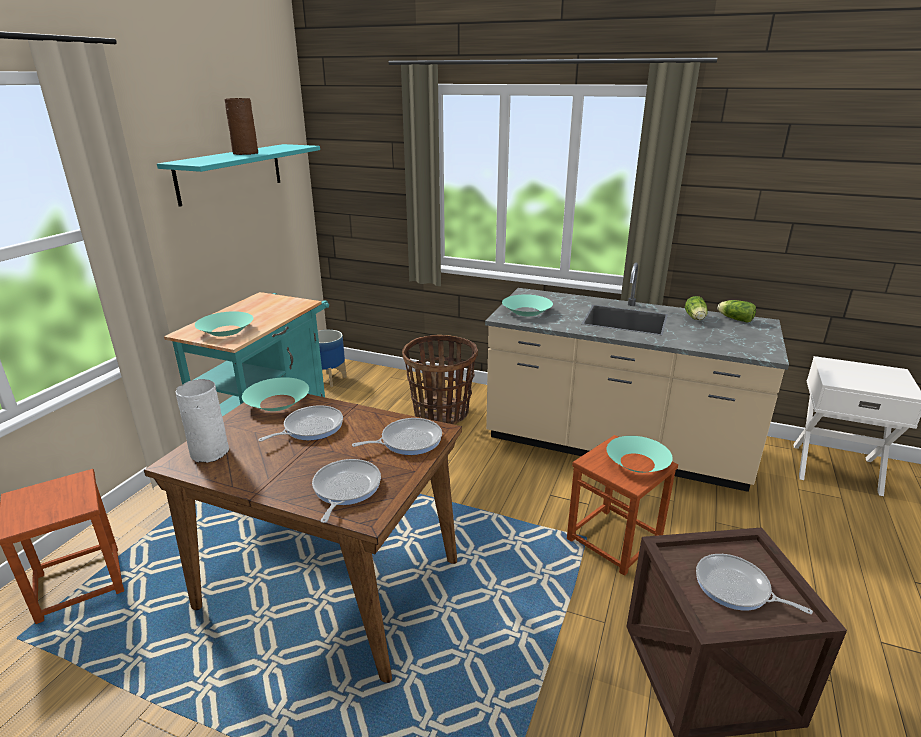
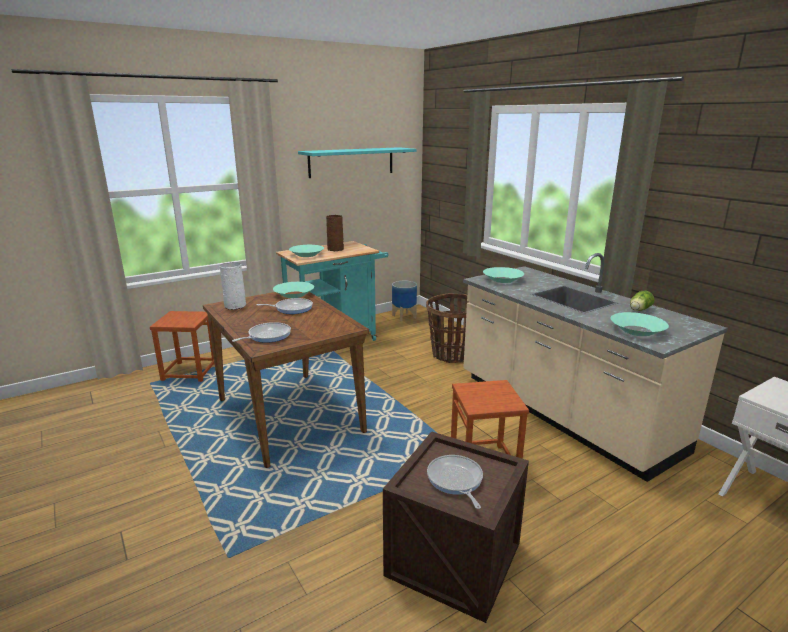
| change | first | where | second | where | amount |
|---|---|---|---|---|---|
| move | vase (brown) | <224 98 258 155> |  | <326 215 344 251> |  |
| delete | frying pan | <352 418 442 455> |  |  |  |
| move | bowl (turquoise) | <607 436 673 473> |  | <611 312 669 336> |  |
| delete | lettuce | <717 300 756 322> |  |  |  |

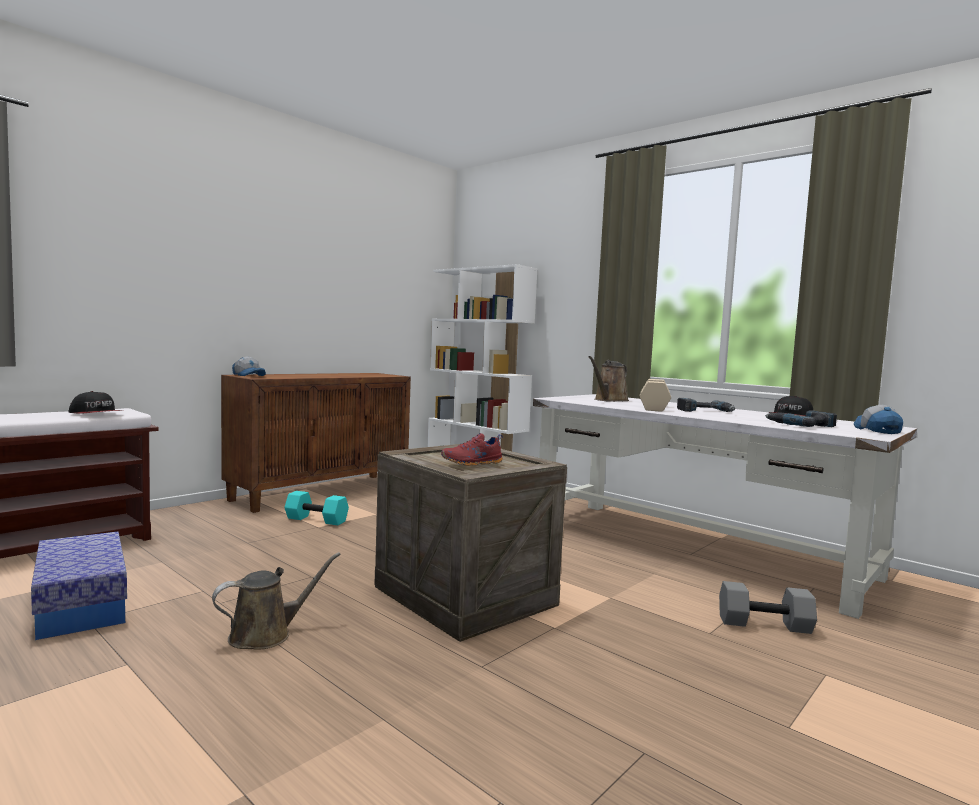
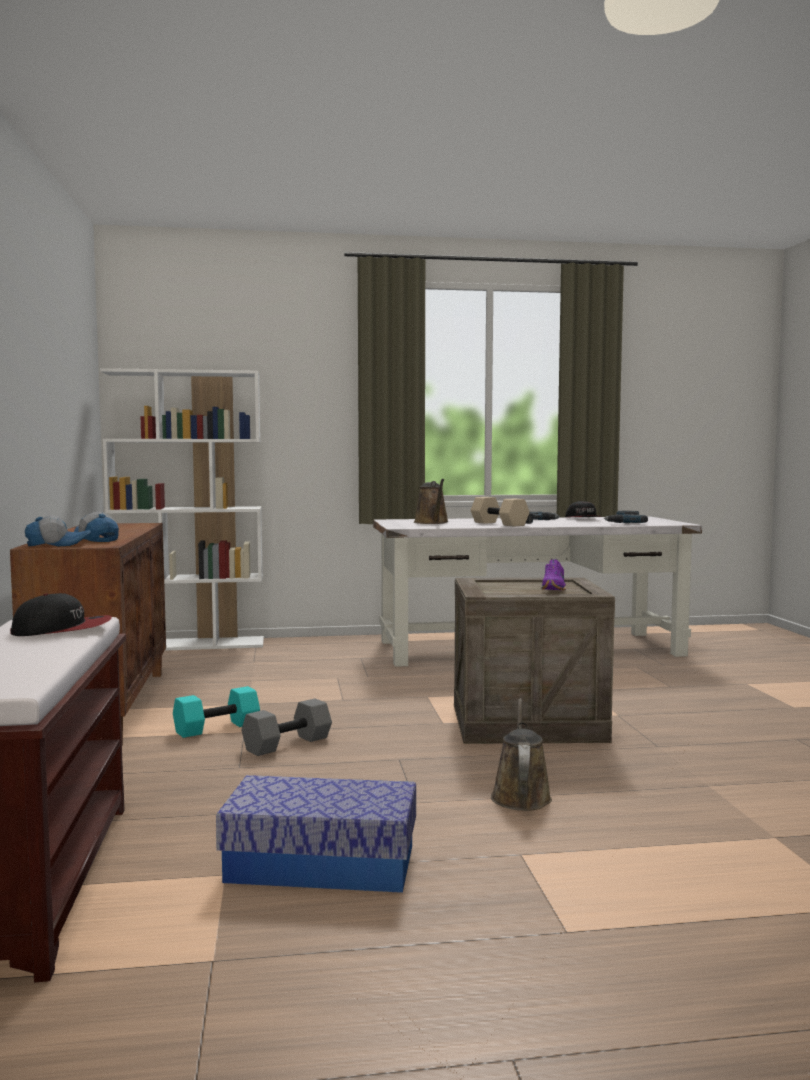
| change | first | where | second | where | amount |
|---|---|---|---|---|---|
| recolor | shoe (red) | <441 433 503 466> | shoe (purple) | <541 559 566 590> |  |
| move | dumbbell (grey) | <719 581 817 634> |  | <242 698 332 756> |  |
| move | cap | <854 405 903 434> |  | <74 512 119 542> |  |

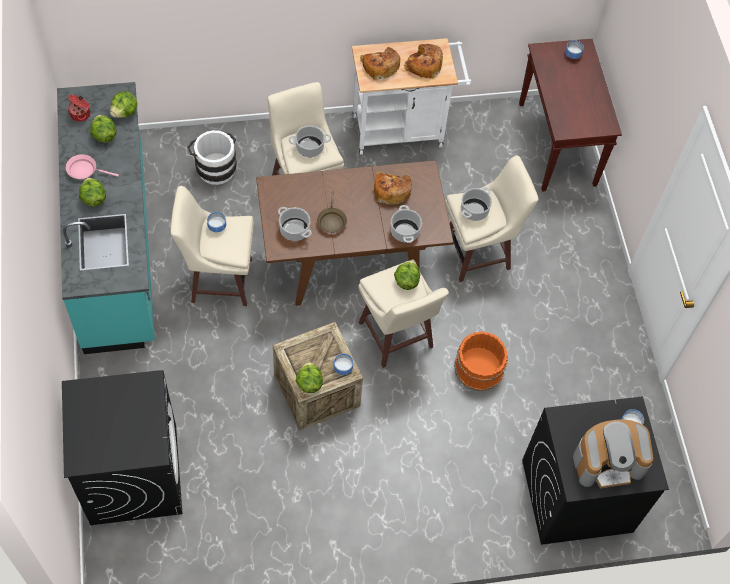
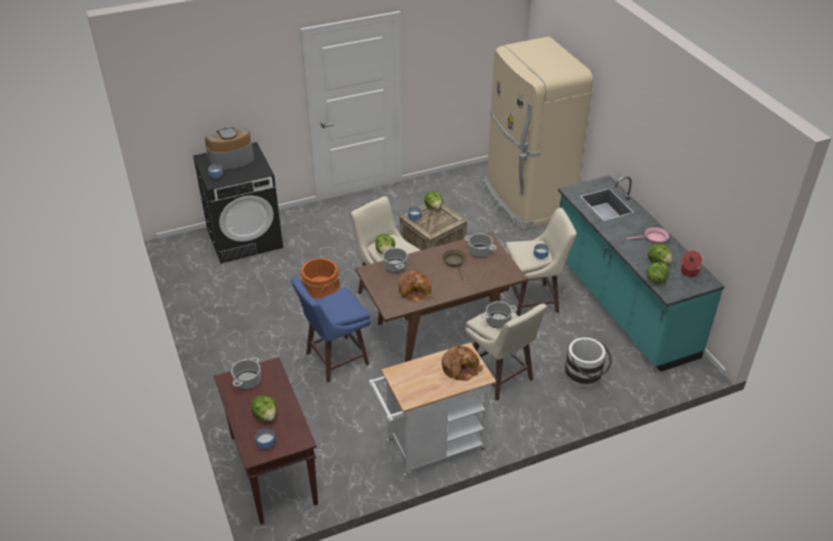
| change | first | where | second | where | amount |
|---|---|---|---|---|---|
| replace | washing machine (black) | <62 370 183 525> | fridge (beige) | <484 37 593 230> |  |
| move | lettuce | <79 178 106 206> |  | <251 395 277 421> |  |
| delete | bread | <404 44 443 79> |  |  |  |
| recolor | stool (beige) | <445 156 539 282> | stool (blue) | <291 277 371 383> |  |
| move | cooking pot | <461 187 492 221> |  | <231 357 261 390> |  |

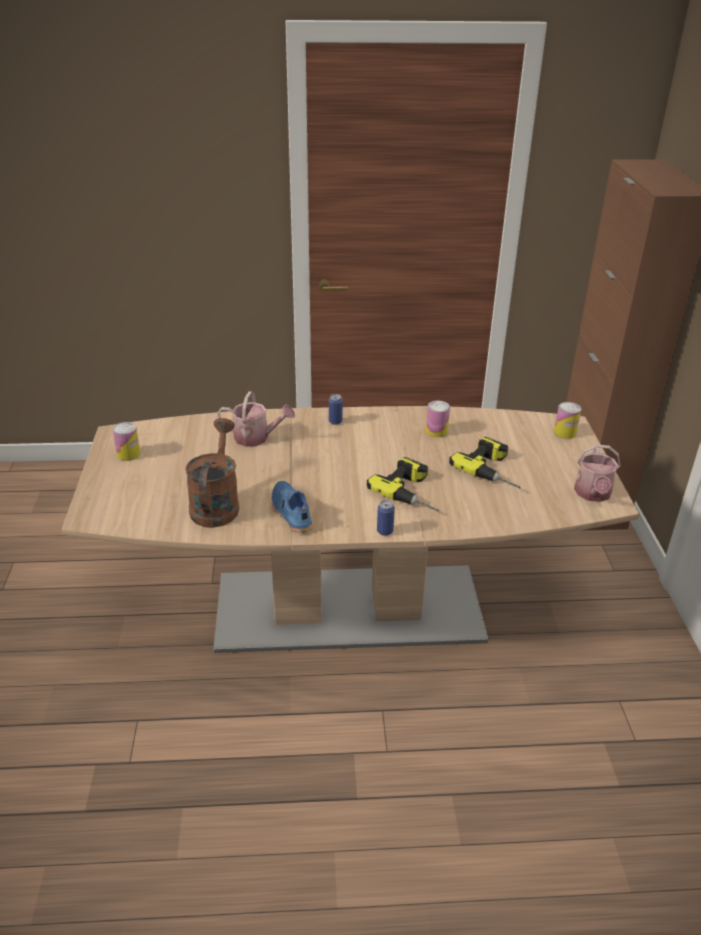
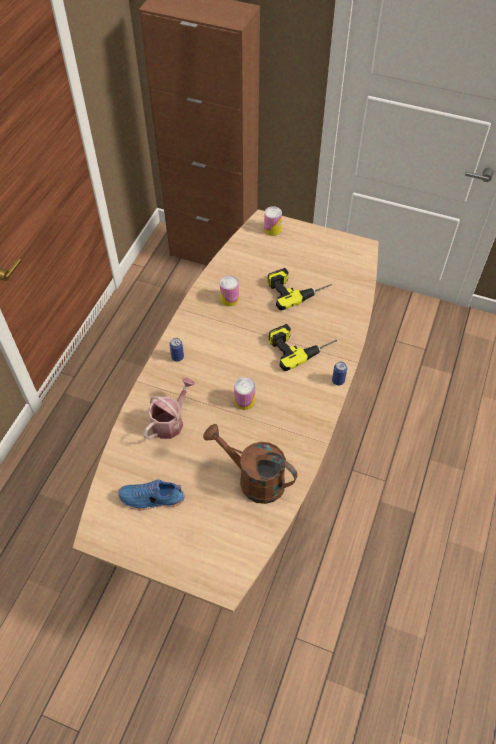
| change | first | where | second | where | amount |
|---|---|---|---|---|---|
| move | can | <112 422 140 461> |  | <234 377 255 410> |  |
| move | shoe (blue) | <271 481 313 533> |  | <118 480 185 511> |  |
| delete | watering can | <574 444 621 502> |  |  |  |

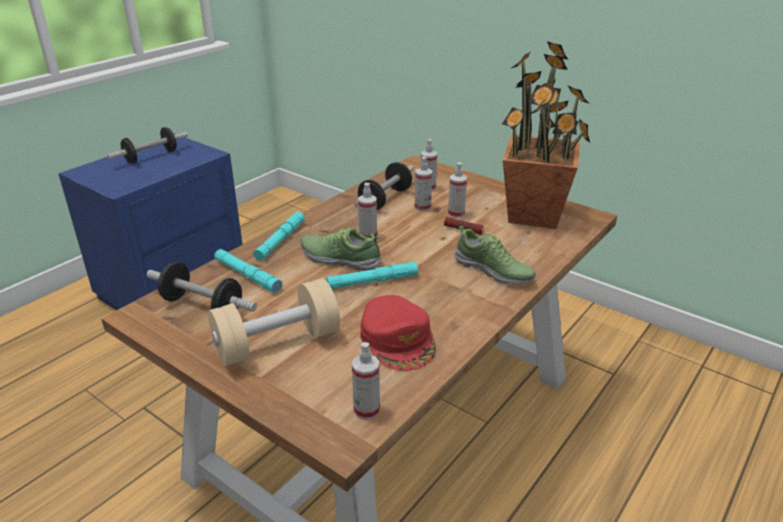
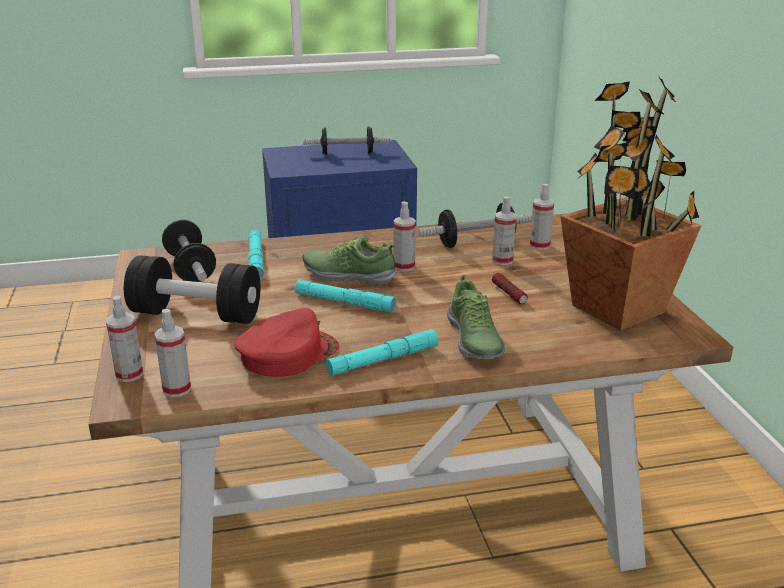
| change | first | where | second | where | amount |
|---|---|---|---|---|---|
| recolor | dumbbell (beige) | <208 278 340 366> | dumbbell (black) | <124 255 260 324> |  |
| move | flashlight (turquoise) | <253 212 305 261> |  | <326 329 439 376> |  |
| rotate | shoe | <301 226 382 271> |  | <302 236 397 285> | 45 degrees counterclockwise |
| rotate | cap (red) | <360 295 436 371> |  | <234 308 339 377> | 150 degrees counterclockwise |
| move | spray bottle | <448 162 467 218> |  | <106 296 144 382> |  |

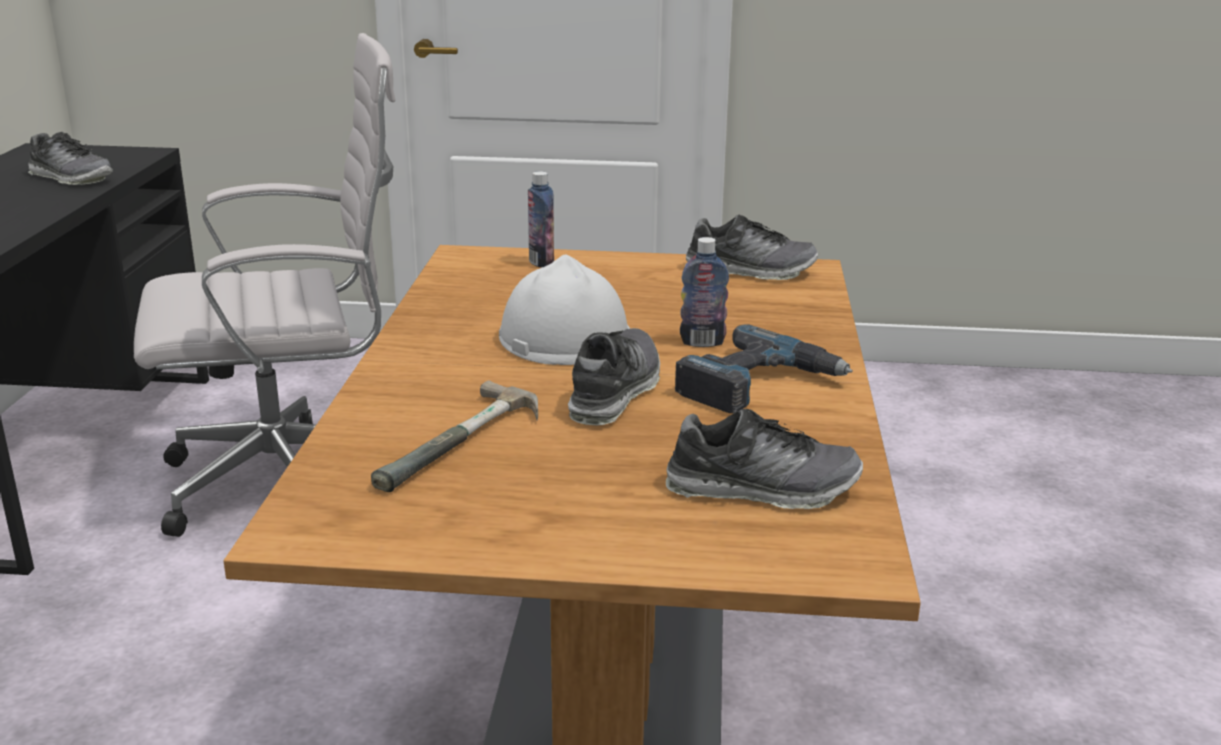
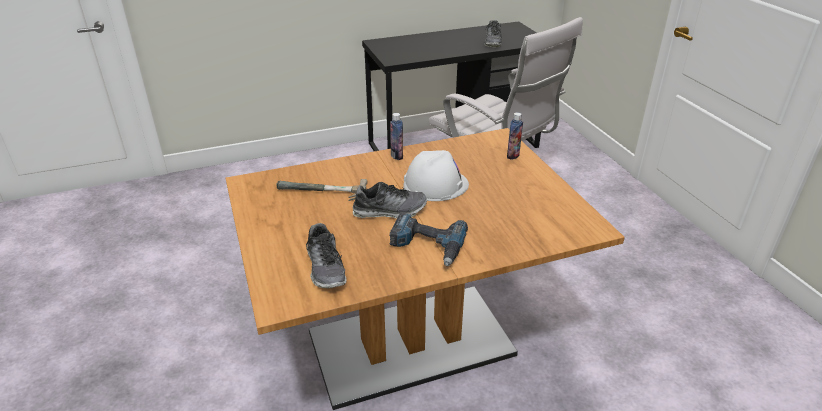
| change | first | where | second | where | amount |
|---|---|---|---|---|---|
| move | bottle | <680 237 729 347> |  | <390 113 403 160> |  |
| delete | shoe | <685 215 818 280> |  |  |  |

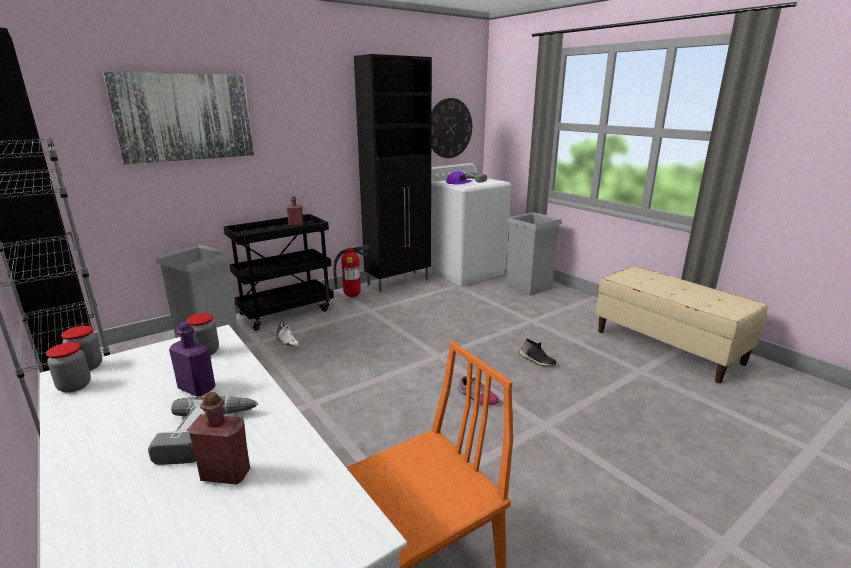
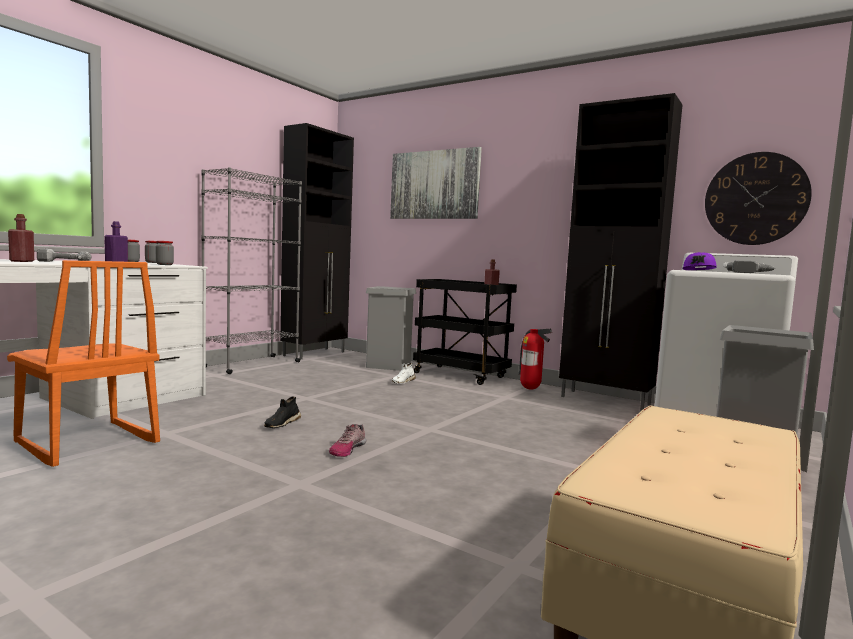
| change | first | where | second | where | amount |
|---|---|---|---|---|---|
| move | shoe (black) | <519 339 556 366> |  | <264 396 301 428> |  |

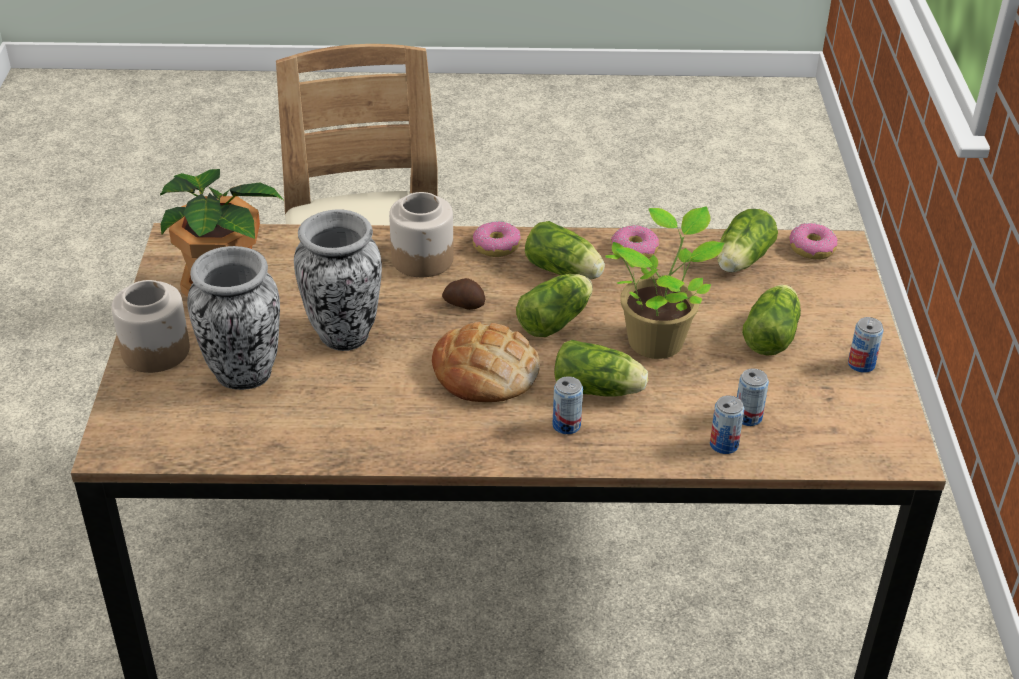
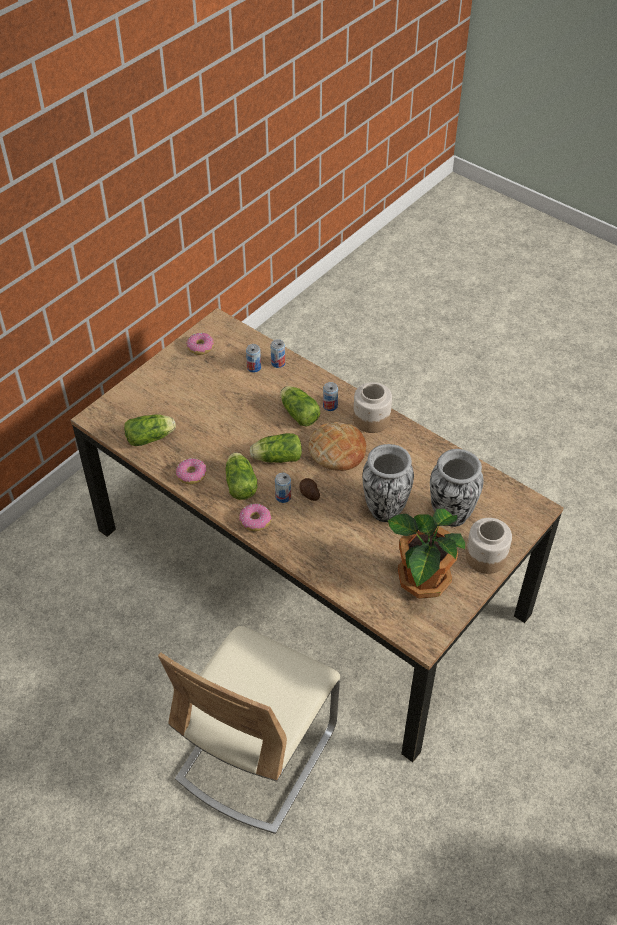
| change | first | where | second | where | amount |
|---|---|---|---|---|---|
| move | jar | <389 192 454 277> |  | <353 382 392 433> |  |
| delete | potted plant | <605 207 725 359> |  |  |  |
| delete | lettuce | <742 285 801 356> |  |  |  |
| move | donut | <789 223 838 260> |  | <186 332 214 355> |  |
| move | can | <848 317 884 373> |  | <275 473 291 503> |  |

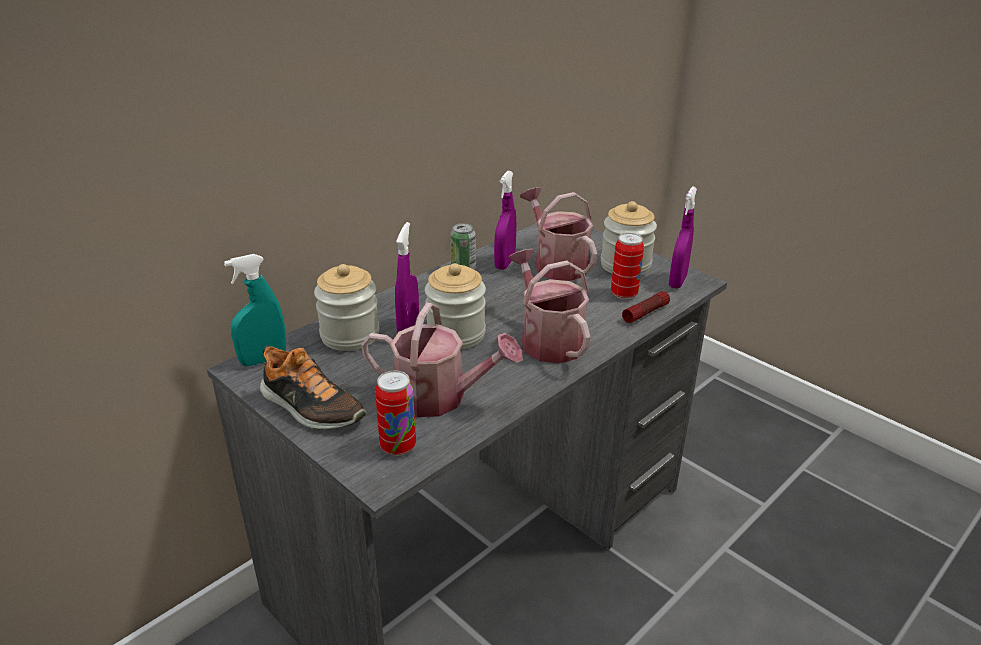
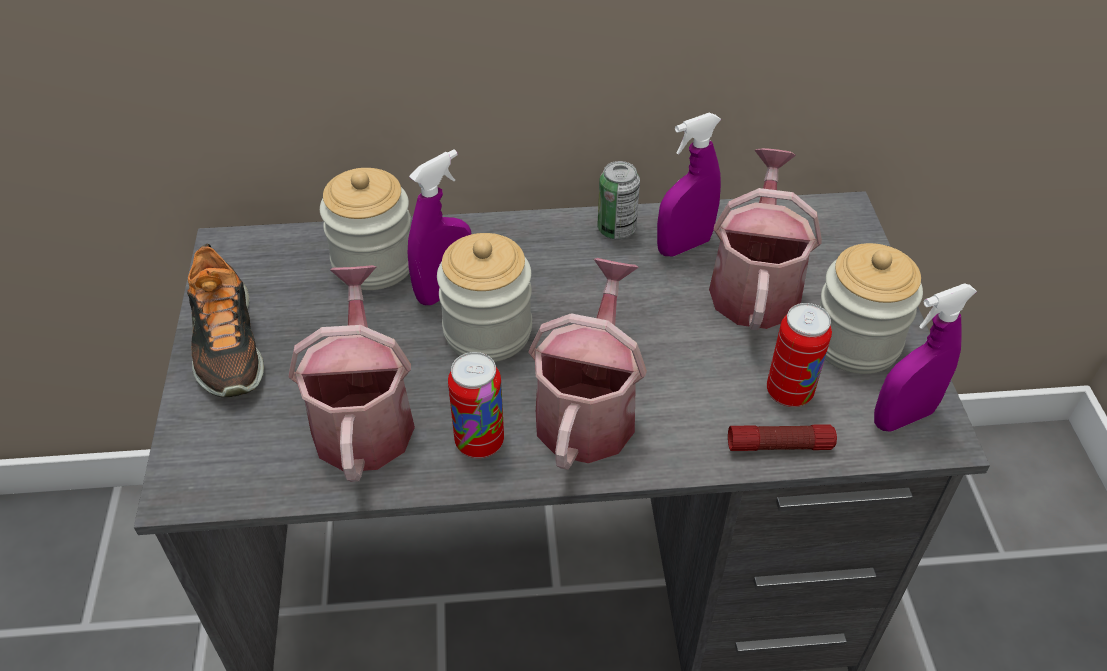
| change | first | where | second | where | amount |
|---|---|---|---|---|---|
| delete | spray bottle (turquoise) | <224 254 286 366> |  |  |  |
| rotate | watering can | <361 303 523 417> |  | <288 265 415 482> | 150 degrees counterclockwise |
| move | can | <375 371 416 456> |  | <448 352 504 459> |  |

